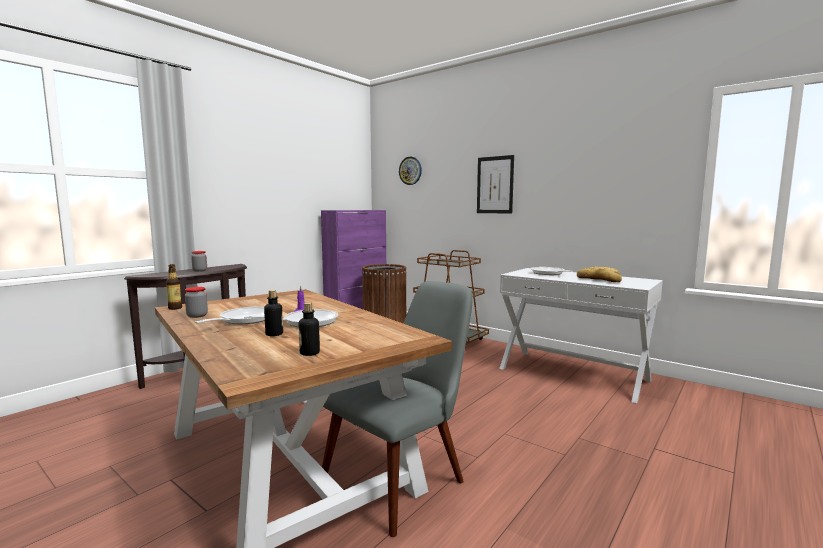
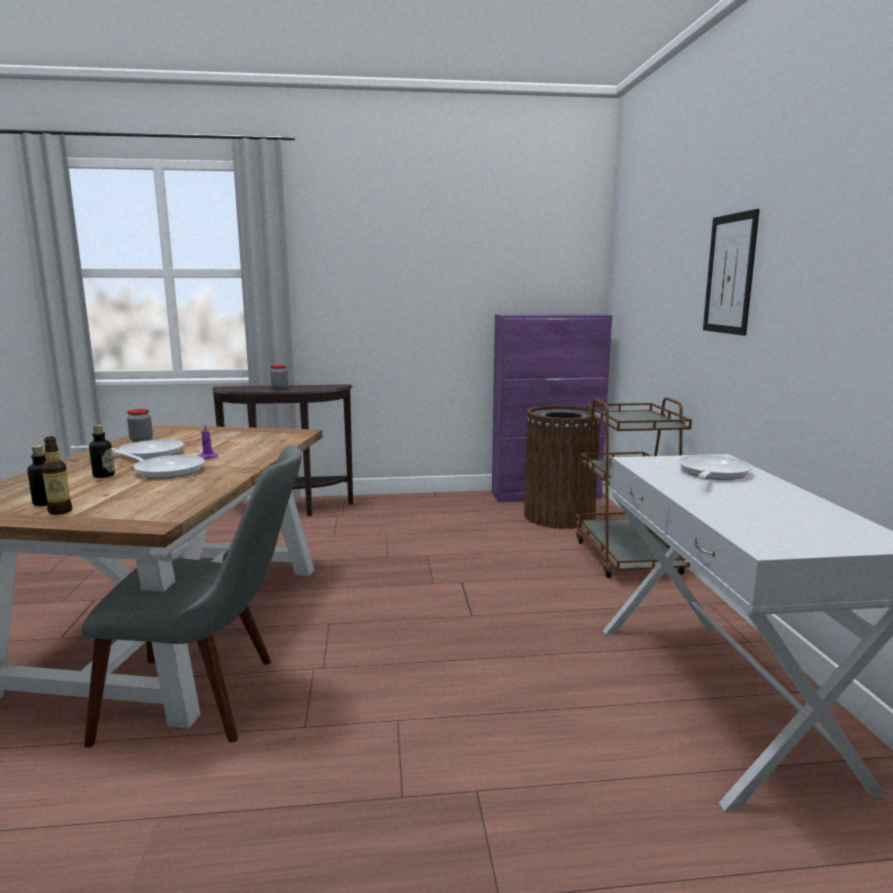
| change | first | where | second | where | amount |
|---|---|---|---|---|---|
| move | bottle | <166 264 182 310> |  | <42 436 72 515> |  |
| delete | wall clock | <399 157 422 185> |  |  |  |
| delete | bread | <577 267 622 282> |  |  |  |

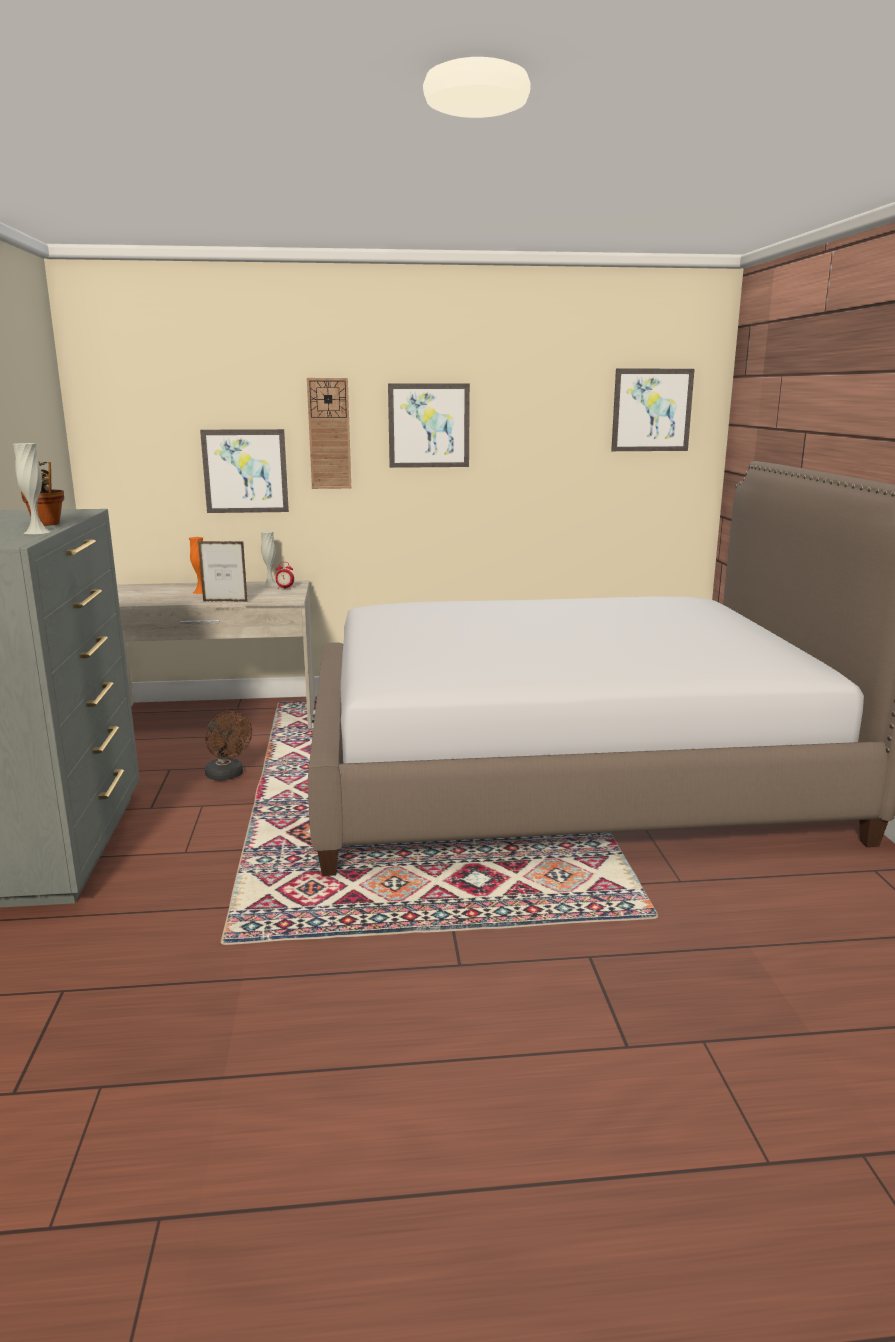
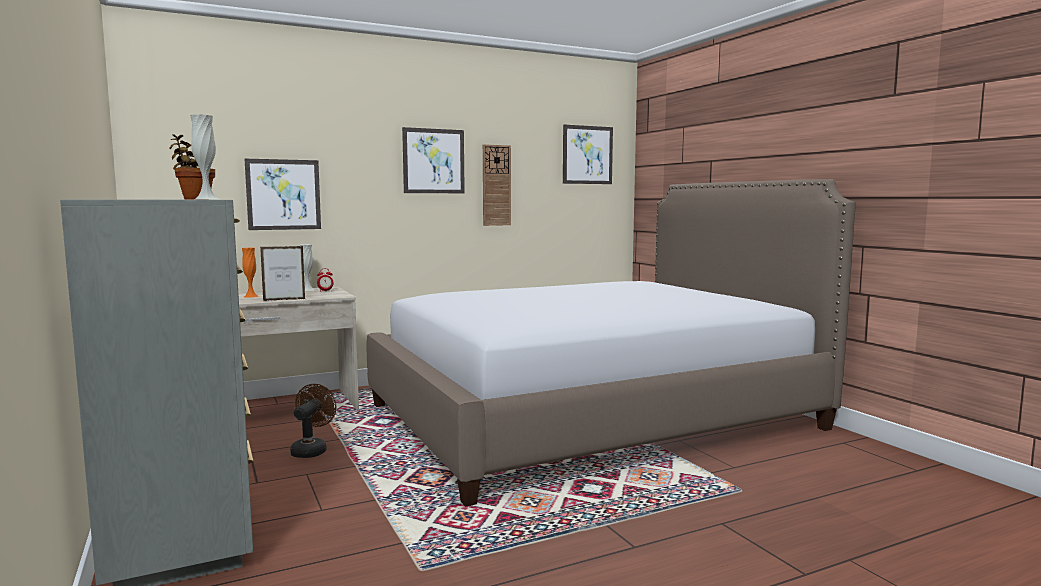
| change | first | where | second | where | amount |
|---|---|---|---|---|---|
| rotate | fan (brown) | <205 711 252 781> |  | <290 384 336 458> | 105 degrees counterclockwise |
| move | wall clock | <307 378 351 489> |  | <483 144 511 226> |  |

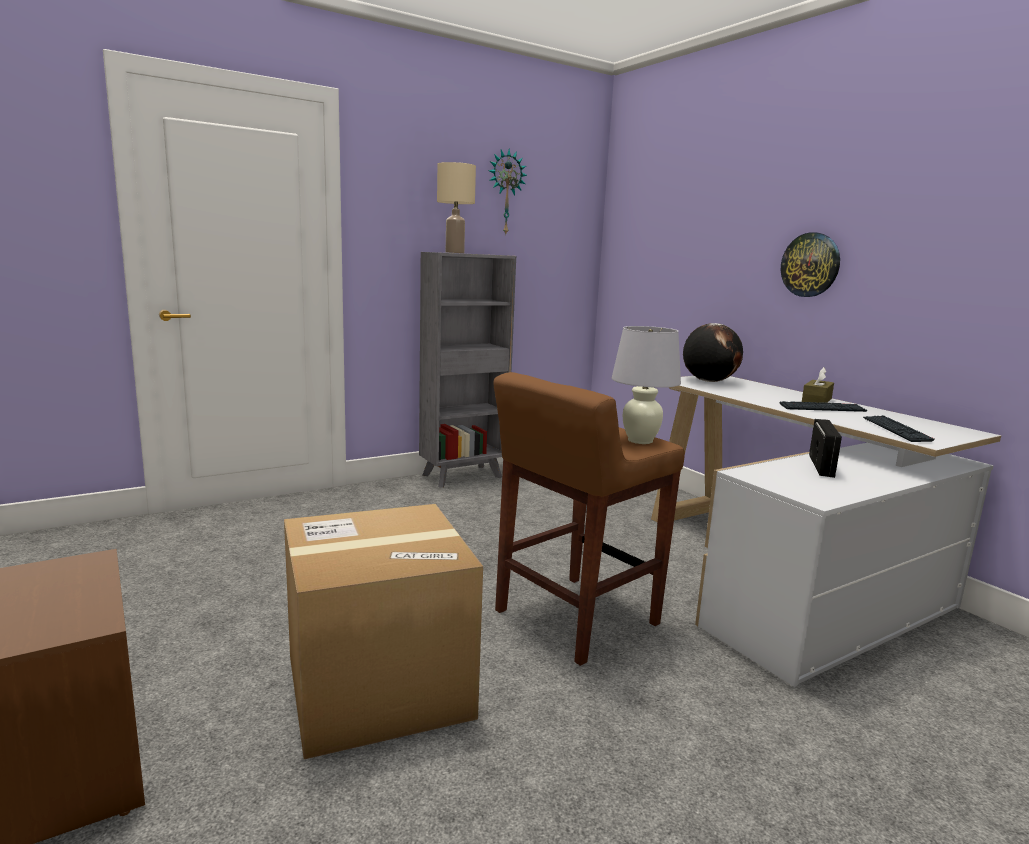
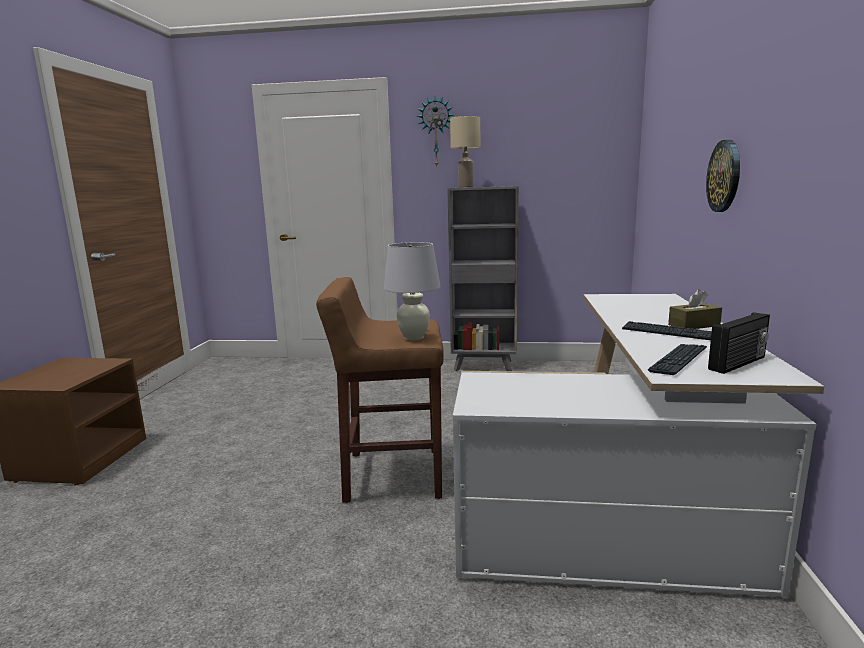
| change | first | where | second | where | amount |
|---|---|---|---|---|---|
| delete | cardboard box | <284 504 483 759> |  |  |  |
| move | wall clock | <488 149 527 236> |  | <417 96 454 168> |  |
| delete | globe | <683 323 743 382> |  |  |  |
| move | radio | <809 419 842 478> |  | <708 312 770 374> |  |

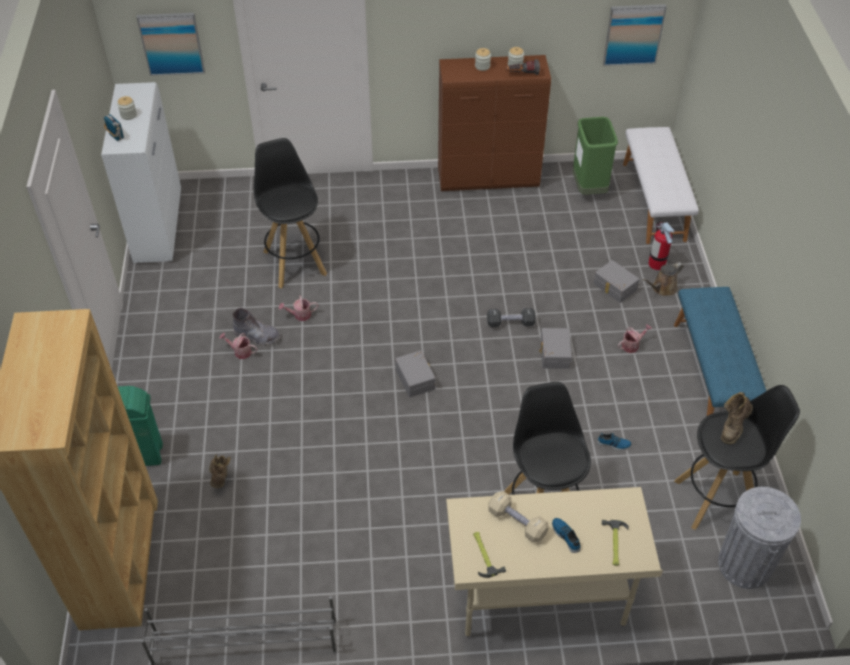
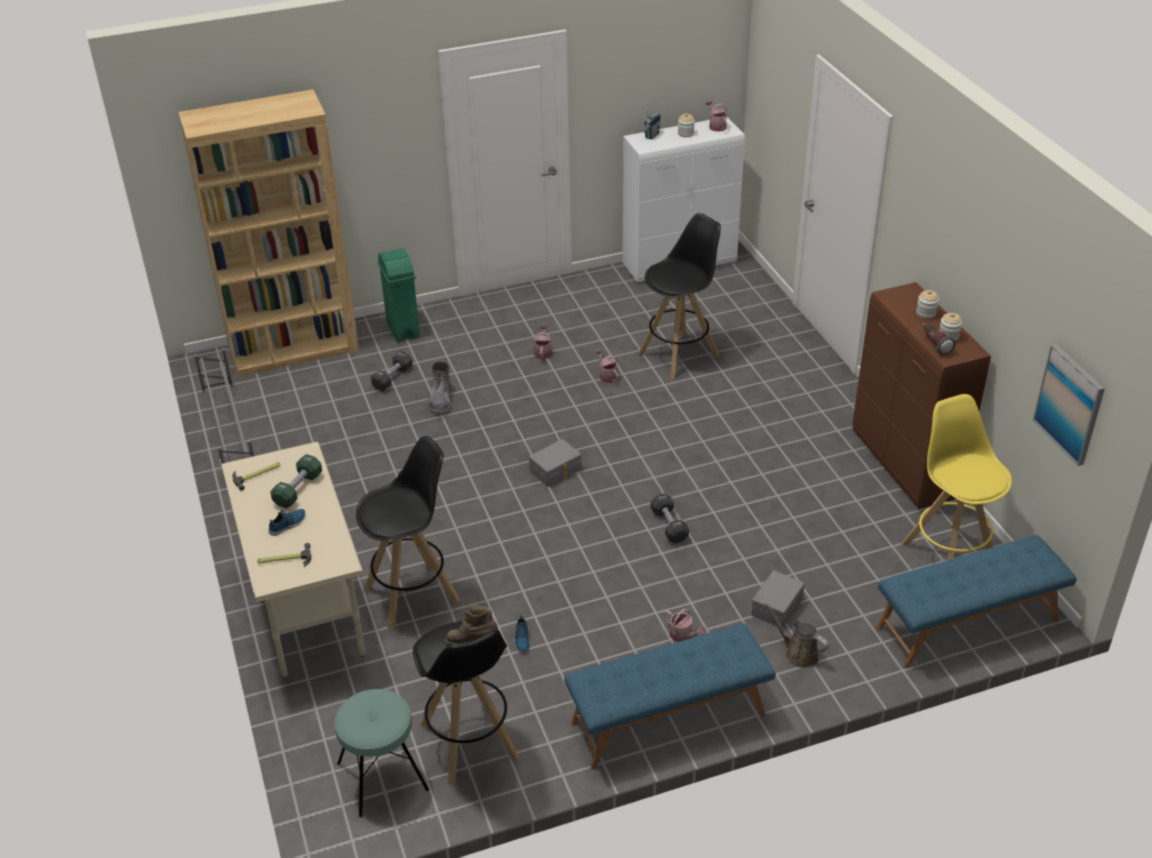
| change | first | where | second | where | amount |
|---|---|---|---|---|---|
| delete | picture | <136 13 205 76> |  |  |  |
| replace | boot (brown) | <209 455 231 488> | dumbbell (black) | <371 351 413 391> |  |
| move | boot (grey) | <232 308 280 346> |  | <428 361 451 415> |  |
| recolor | dumbbell (beige) | <488 491 549 543> | dumbbell (green) | <270 454 322 508> |  |
| delete | storage box (grey) | <539 328 572 369> |  |  |  |
| replace | trash can (green) | <573 117 618 195> | stool (yellow) | <902 394 1012 560> |  |
| recolor | bench (white) | <623 127 699 244> | bench (blue) | <877 535 1077 668> |  |
| delete | fire extinguisher | <648 222 674 270> |  |  |  |
| replace | trash can (grey) | <718 487 801 589> | stool (turquoise) | <335 689 429 817> |  |
| insert |  |  | watering can | <705 101 727 132> |  |

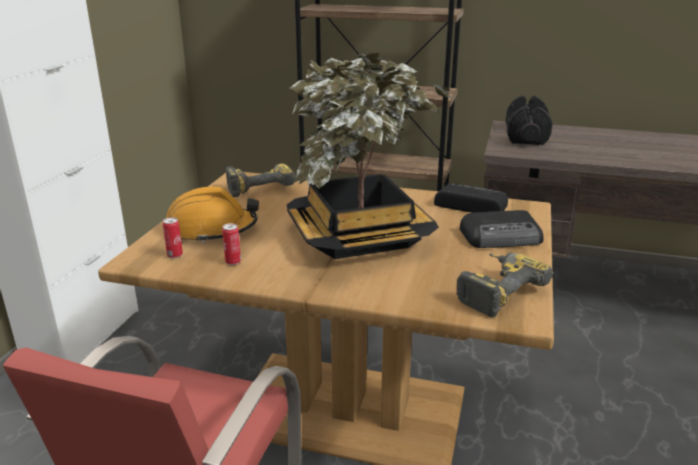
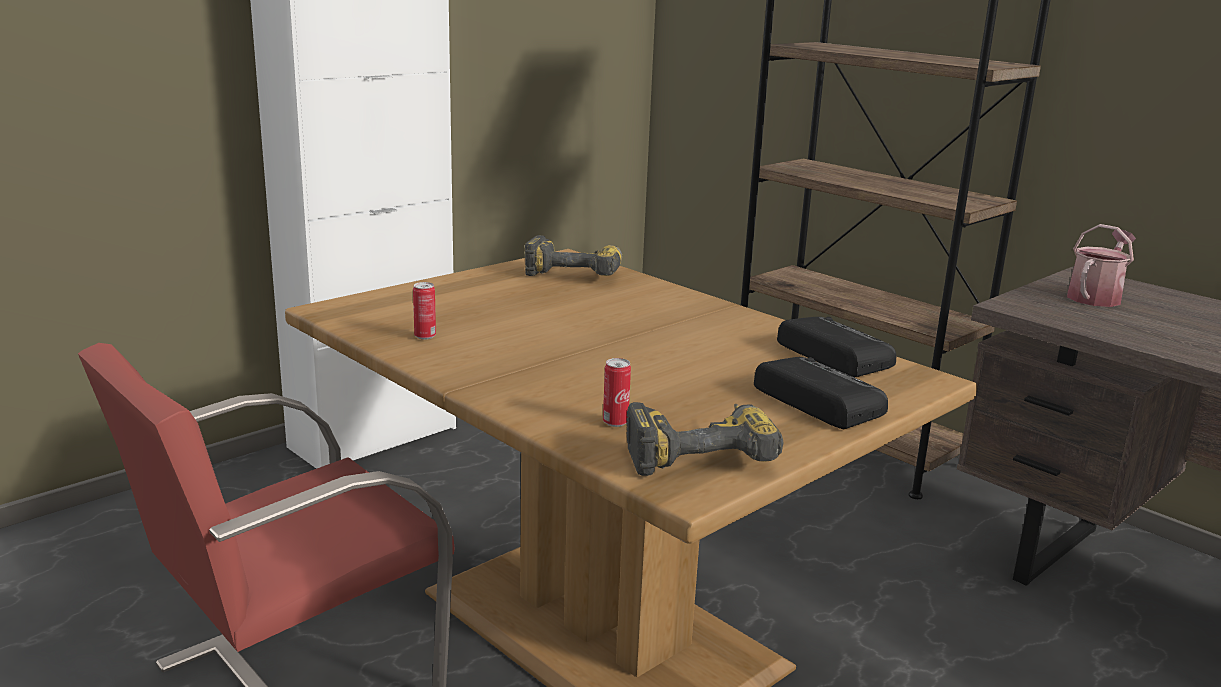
| change | first | where | second | where | amount |
|---|---|---|---|---|---|
| move | can | <163 217 183 258> |  | <603 358 631 427> |  |
| delete | hard hat (orange) | <166 187 259 243> |  |  |  |
| delete | potted plant | <287 53 454 259> |  |  |  |
| rotate | radio | <460 210 544 248> |  | <754 357 888 429> | 150 degrees counterclockwise |
| replace | dumbbell (black) | <506 95 553 145> | watering can | <1067 224 1136 307> |  |

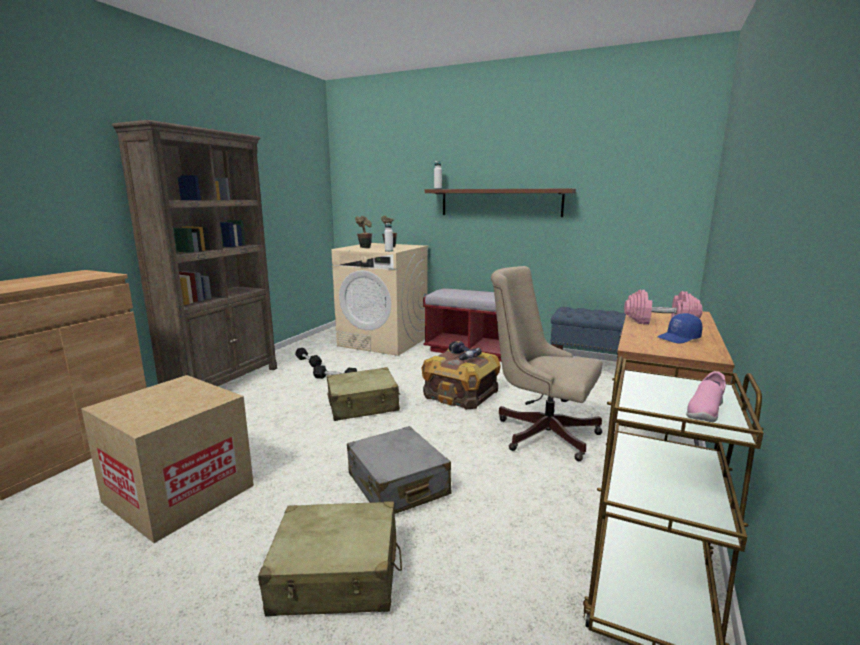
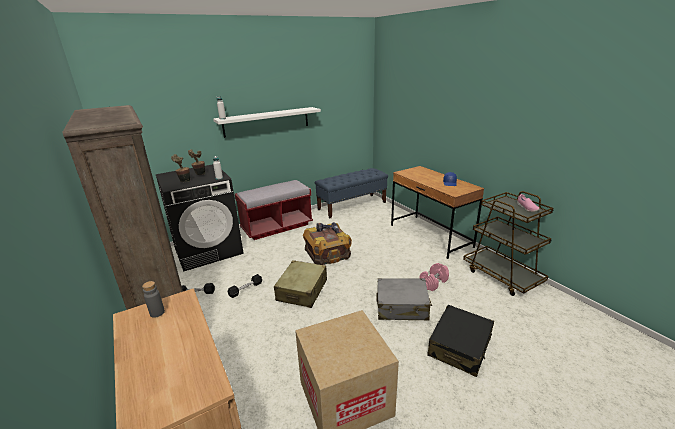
| change | first | where | second | where | amount |
|---|---|---|---|---|---|
| recolor | suitcase (beige) | <258 501 402 616> | suitcase (black) | <427 305 494 377> |  |
| recolor | washing machine (beige) | <331 243 428 356> | washing machine (black) | <156 164 244 272> |  |
| recolor | shelf (brown) | <425 188 576 217> | shelf (white) | <213 107 321 138> |  |
| delete | office chair (beige) | <491 266 603 461> |  |  |  |
| move | dumbbell (pink) | <624 290 703 325> |  | <419 263 449 292> |  |
| insert |  |  | bottle (grey) | <142 281 165 318> |  |

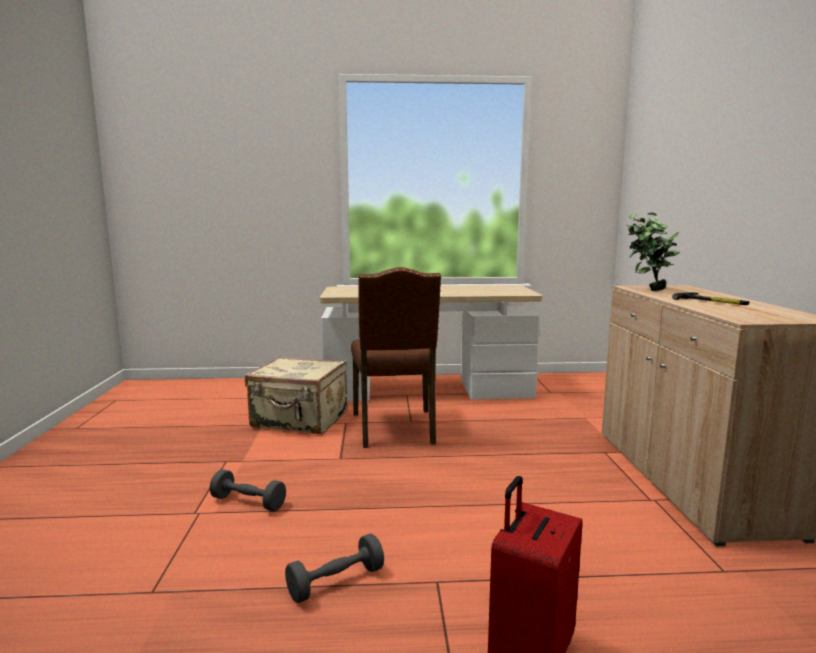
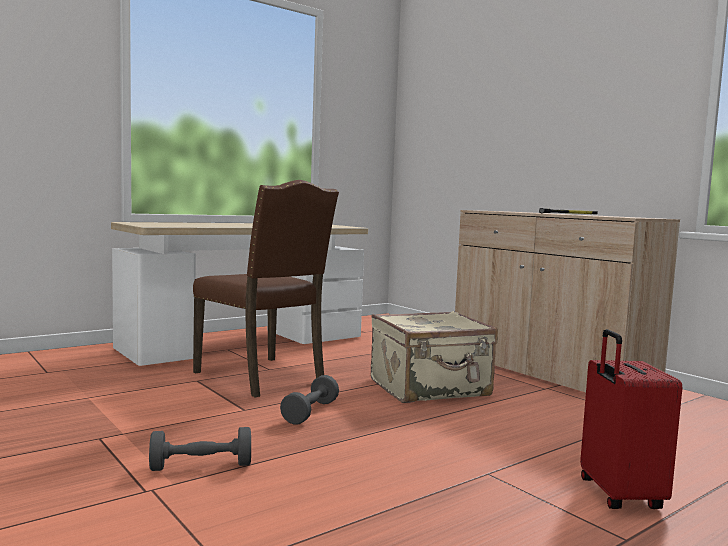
| change | first | where | second | where | amount |
|---|---|---|---|---|---|
| move | suitcase (beige) | <245 356 347 434> |  | <371 311 498 403> |  |
| move | dumbbell (grey) | <285 534 384 603> |  | <280 375 339 425> |  |
| delete | potted plant | <627 212 680 291> |  |  |  |

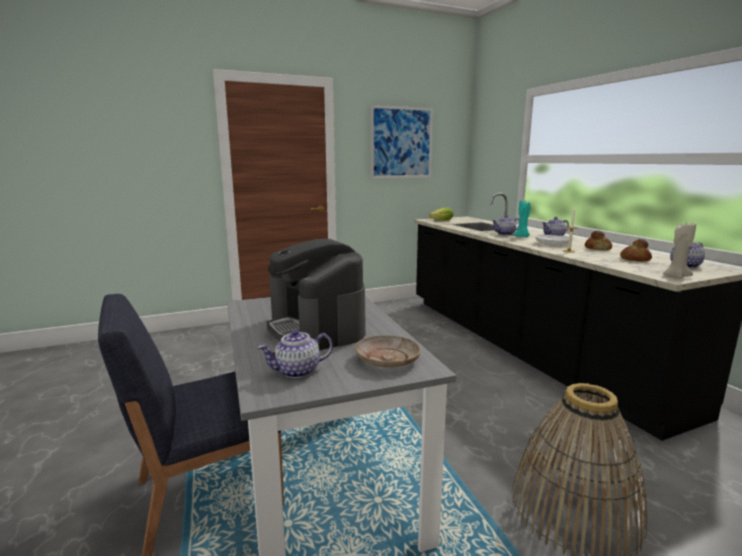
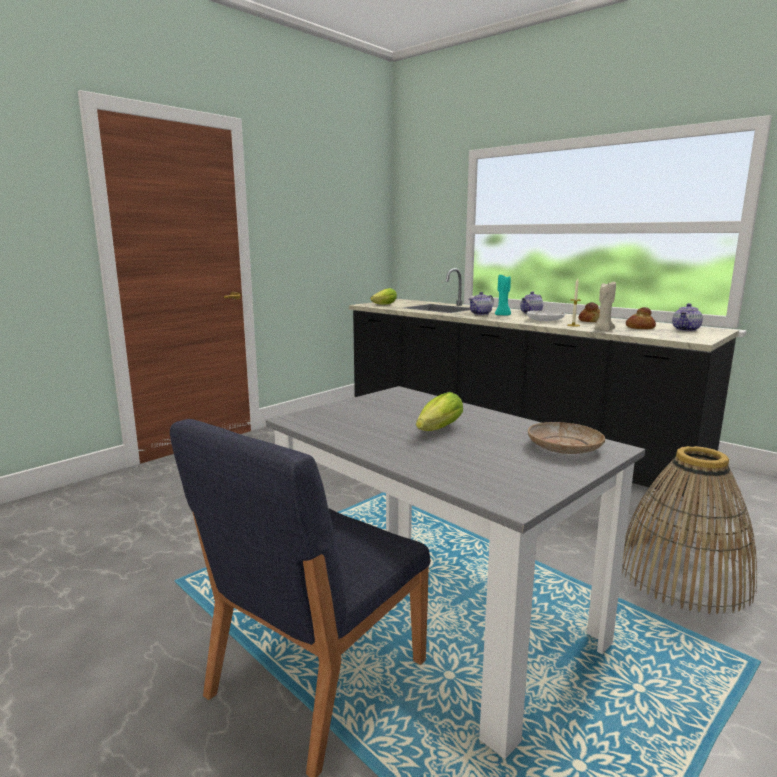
| change | first | where | second | where | amount |
|---|---|---|---|---|---|
| delete | teapot | <258 330 333 378> |  |  |  |
| replace | coffee machine | <267 239 366 351> | lettuce | <416 392 463 431> |  |
| delete | picture | <371 105 433 178> |  |  |  |
| move | candle (beige) | <662 221 696 279> |  | <594 280 616 332> |  |

